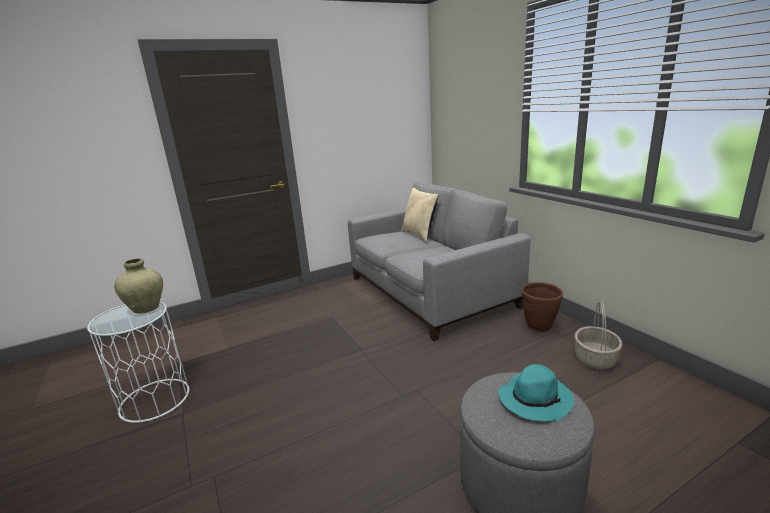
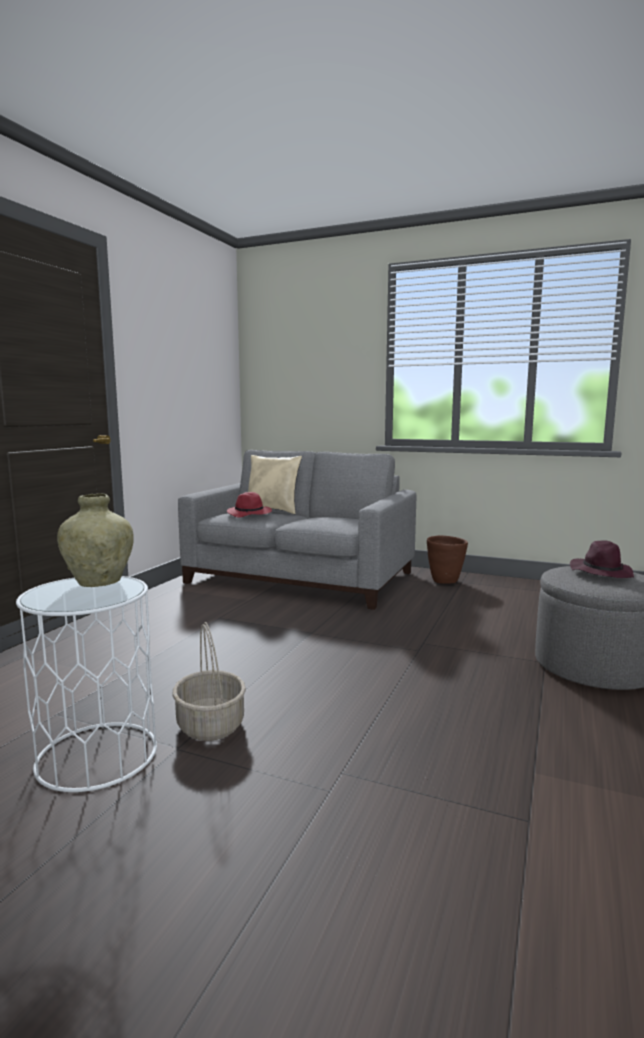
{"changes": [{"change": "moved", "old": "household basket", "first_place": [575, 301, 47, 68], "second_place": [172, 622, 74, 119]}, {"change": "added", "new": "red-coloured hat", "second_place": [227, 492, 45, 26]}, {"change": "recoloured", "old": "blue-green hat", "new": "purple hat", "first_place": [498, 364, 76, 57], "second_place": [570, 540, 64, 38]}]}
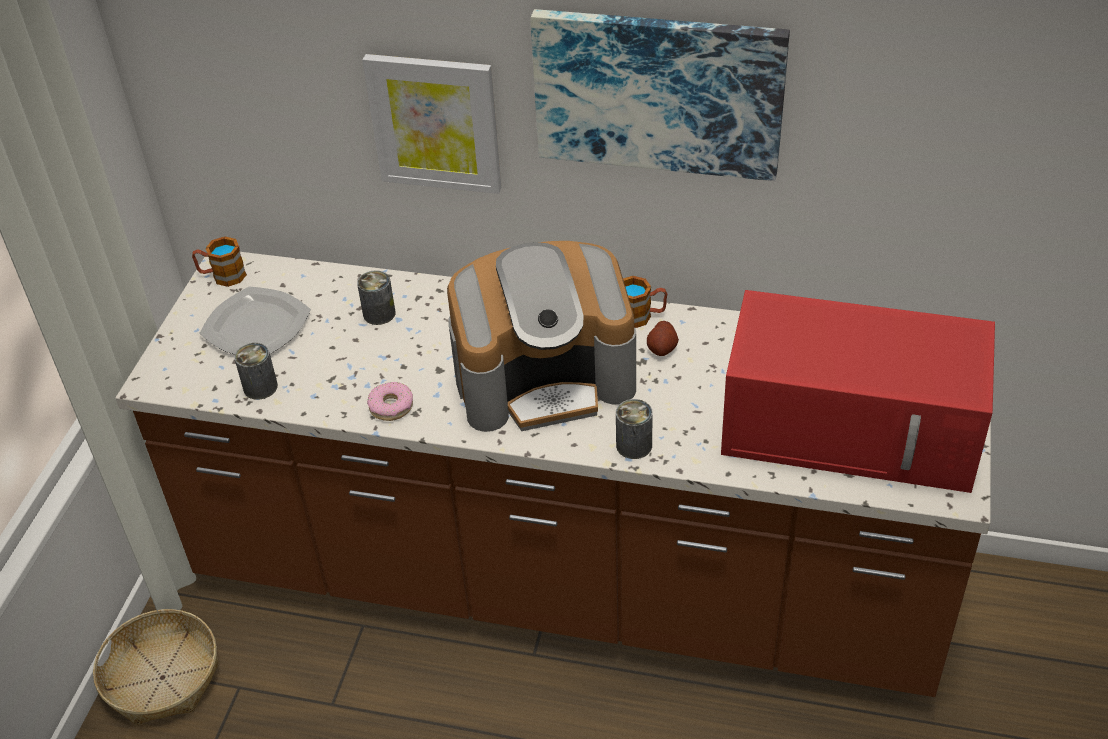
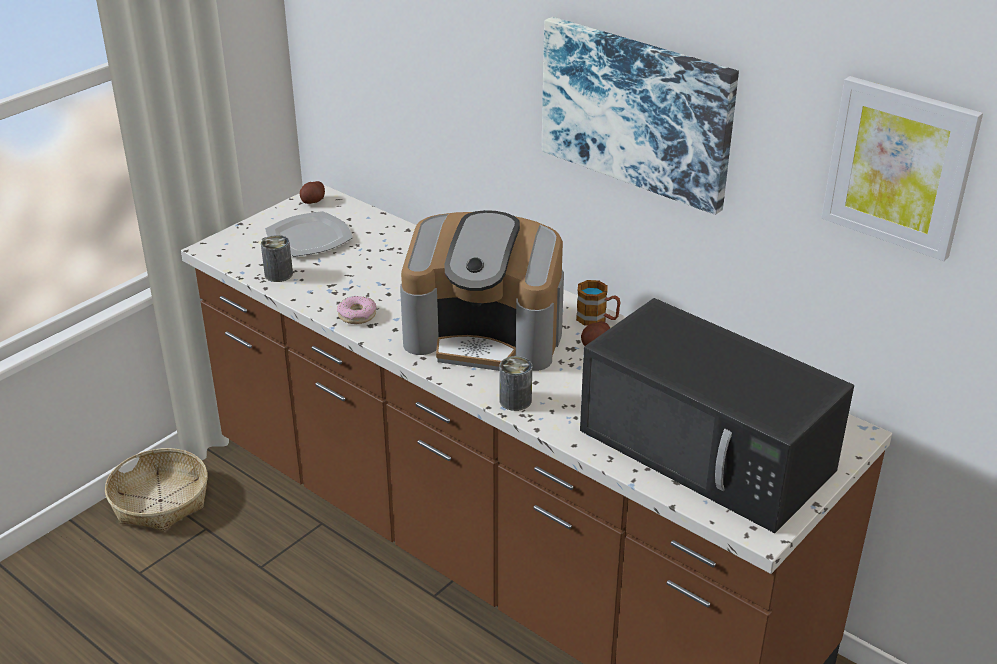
{"changes": [{"change": "replaced", "old": "tea mug", "new": "spud", "first_place": [192, 236, 55, 51], "second_place": [300, 181, 25, 23]}, {"change": "recoloured", "old": "red-coloured kitchen microwave", "new": "blackish kitchen microwave", "first_place": [721, 290, 274, 203], "second_place": [580, 298, 274, 235]}, {"change": "moved", "old": "wall picture", "first_place": [362, 54, 139, 140], "second_place": [821, 76, 162, 185]}, {"change": "removed", "old": "can", "first_place": [357, 270, 39, 55]}]}
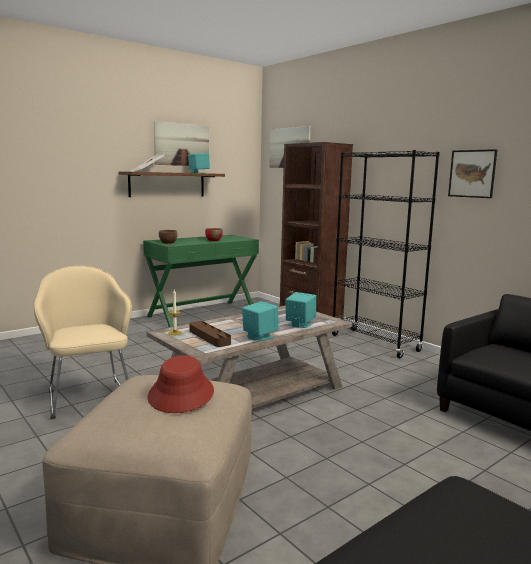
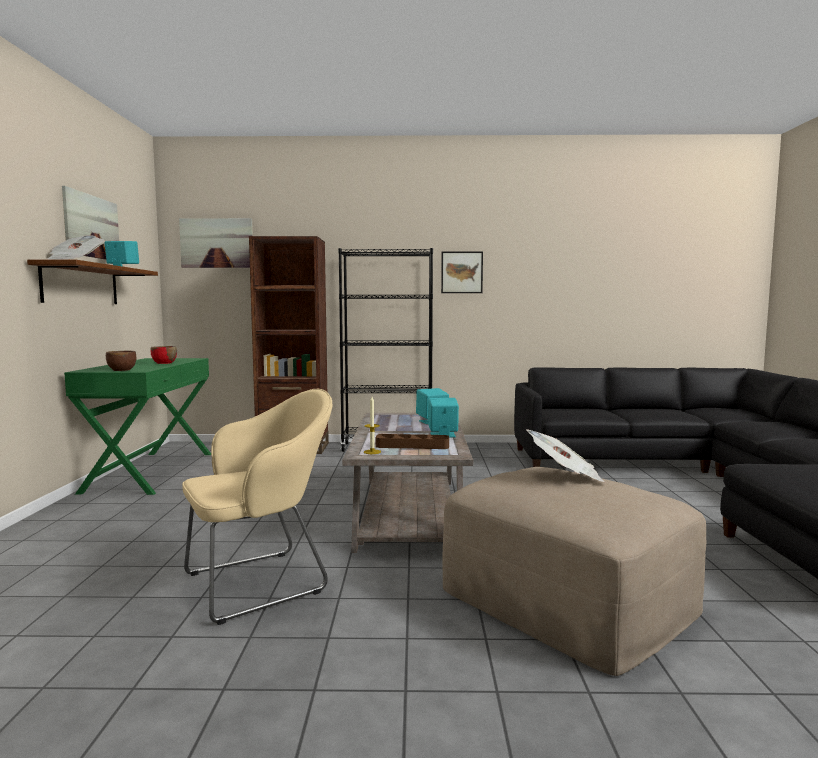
{"changes": [{"change": "turned", "old": "beige easy chair", "first_place": [34, 266, 98, 153], "second_place": [182, 389, 150, 236], "degrees": 135}, {"change": "replaced", "old": "red-coloured hat", "new": "printed paper", "first_place": [148, 355, 66, 58], "second_place": [526, 429, 78, 53]}]}
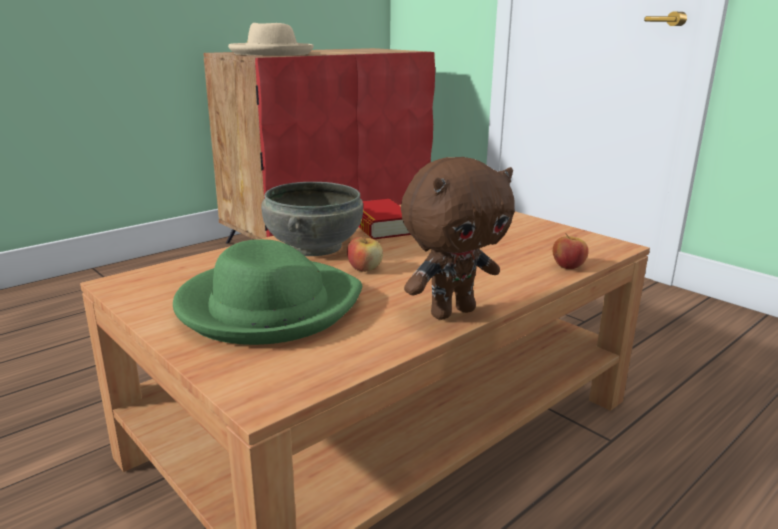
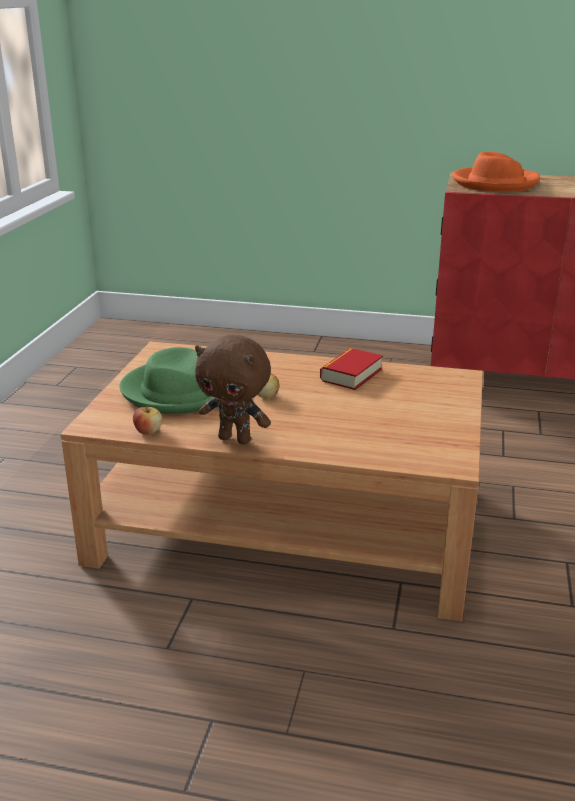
{"changes": [{"change": "moved", "old": "apple", "first_place": [553, 233, 36, 36], "second_place": [133, 404, 29, 31]}, {"change": "recoloured", "old": "beige hat", "new": "orange hat", "first_place": [228, 23, 85, 33], "second_place": [453, 152, 87, 40]}, {"change": "removed", "old": "gray deep dish", "first_place": [261, 182, 102, 74]}]}
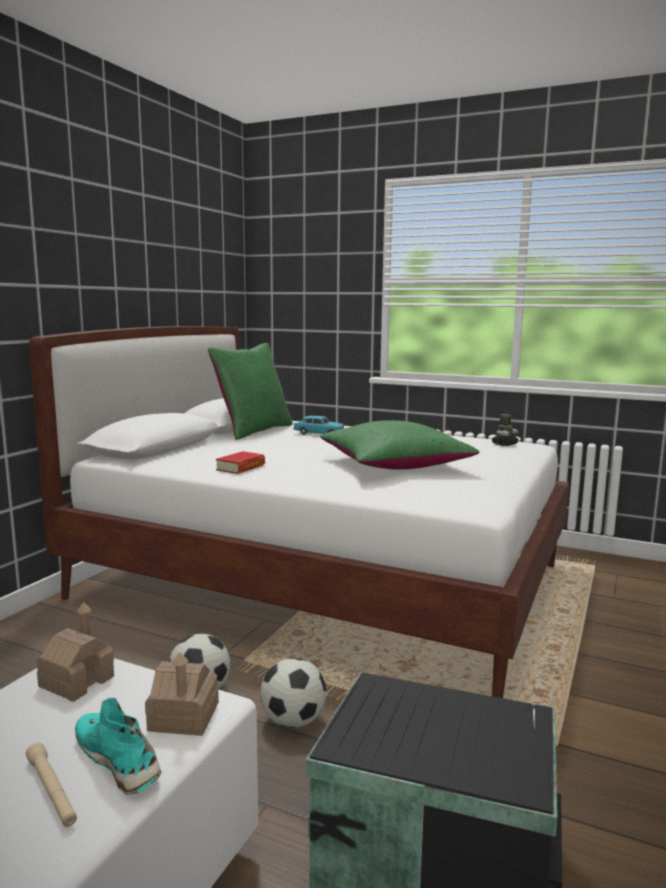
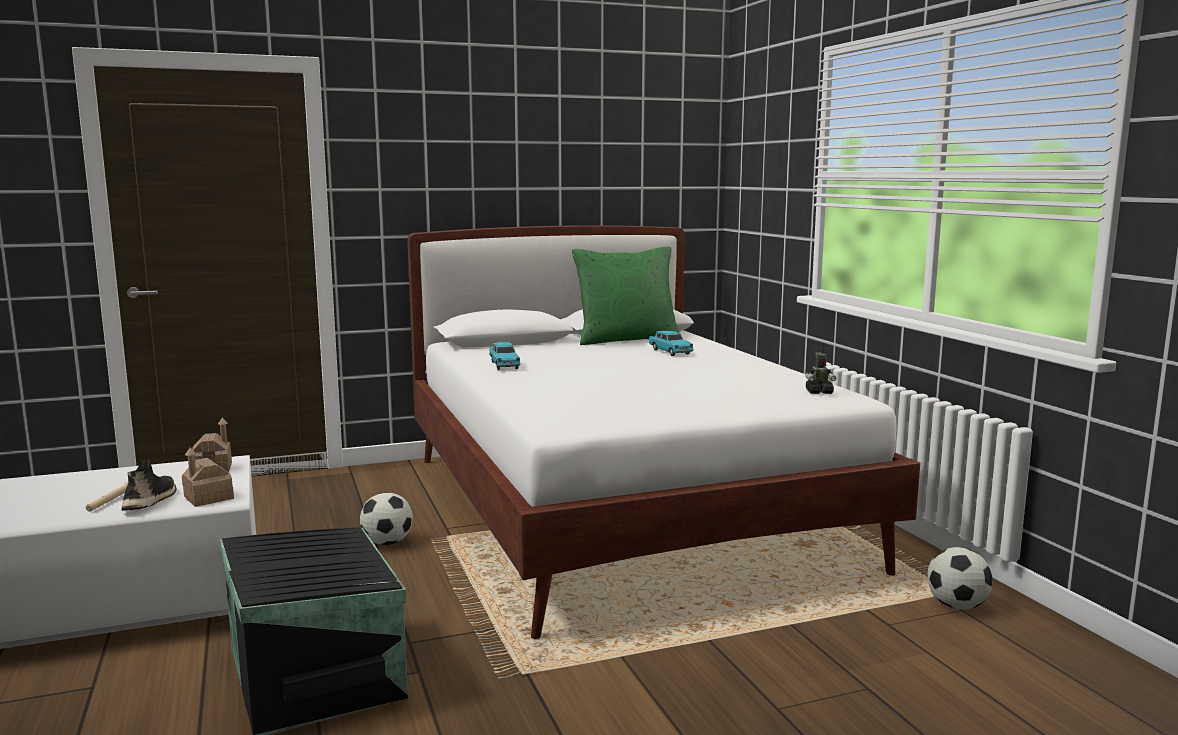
{"changes": [{"change": "recoloured", "old": "blue-green item of footwear", "new": "blackish item of footwear", "first_place": [75, 698, 86, 97], "second_place": [121, 460, 55, 50]}, {"change": "replaced", "old": "bound book", "new": "blue-green toy car", "first_place": [216, 451, 49, 23], "second_place": [489, 342, 31, 28]}, {"change": "moved", "old": "football", "first_place": [260, 658, 66, 70], "second_place": [927, 547, 66, 63]}, {"change": "removed", "old": "green pillow", "first_place": [320, 420, 160, 50]}]}
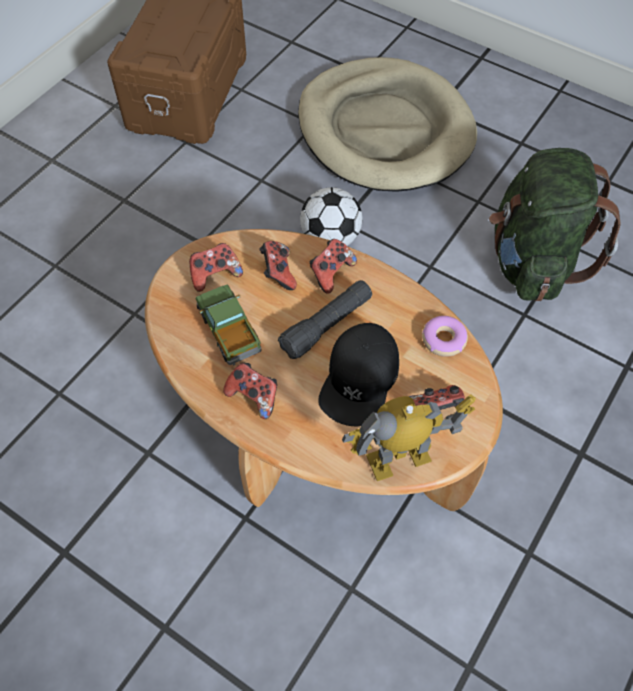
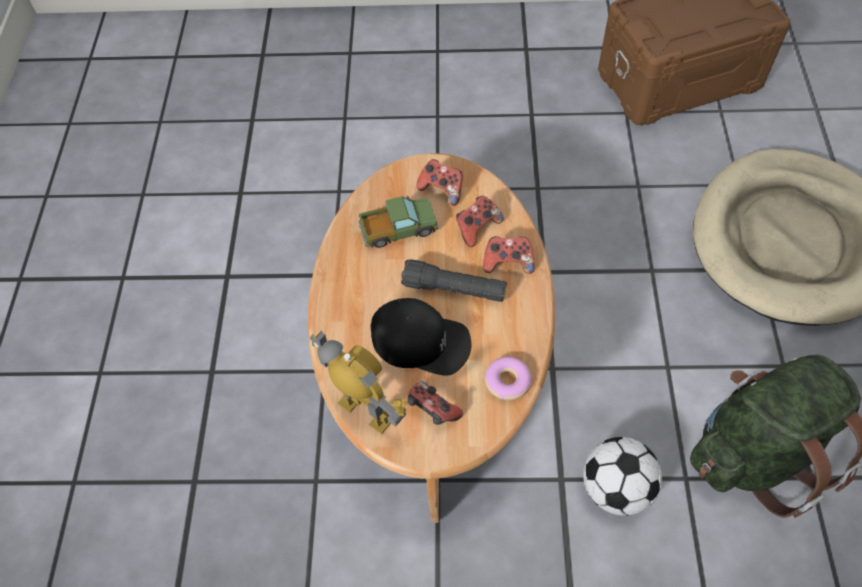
{"changes": [{"change": "turned", "old": "model truck", "first_place": [195, 285, 67, 80], "second_place": [359, 196, 79, 52], "degrees": 45}, {"change": "turned", "old": "blackish peaked cap", "first_place": [318, 323, 81, 103], "second_place": [371, 298, 101, 77], "degrees": -150}, {"change": "moved", "old": "football", "first_place": [300, 187, 62, 59], "second_place": [583, 437, 79, 79]}, {"change": "removed", "old": "gamepad", "first_place": [223, 363, 54, 56]}]}
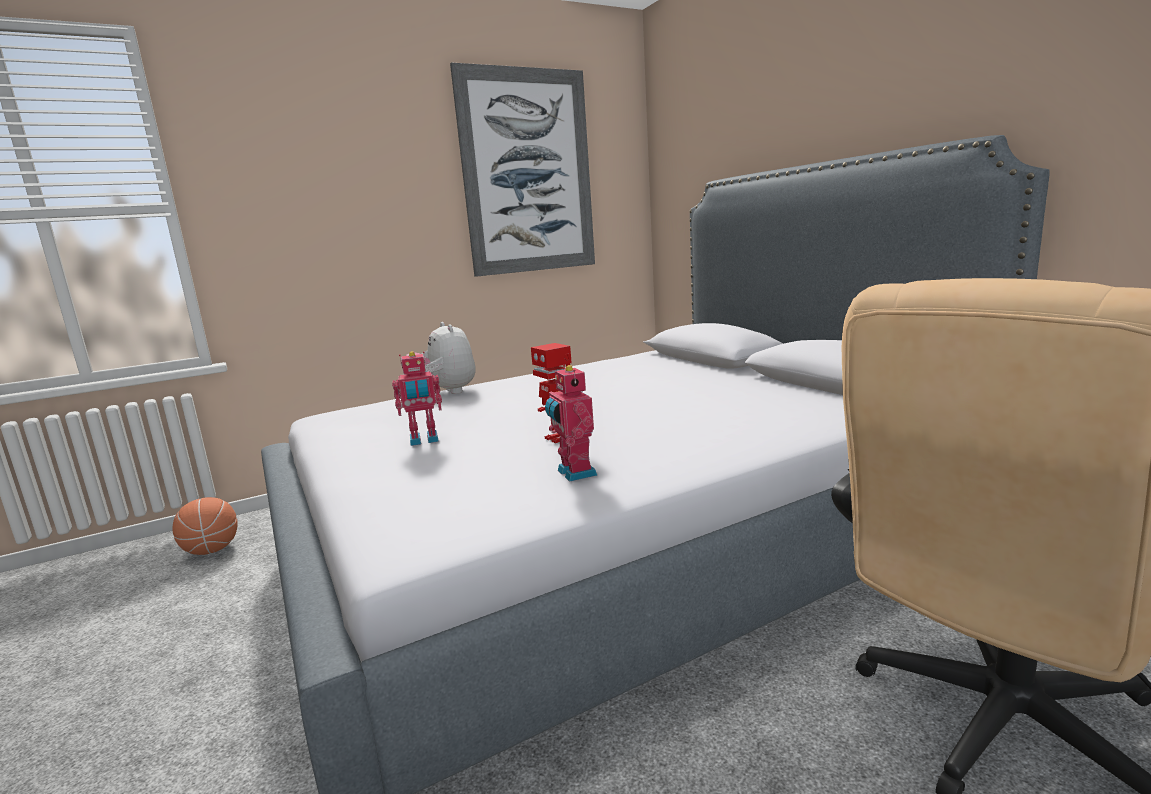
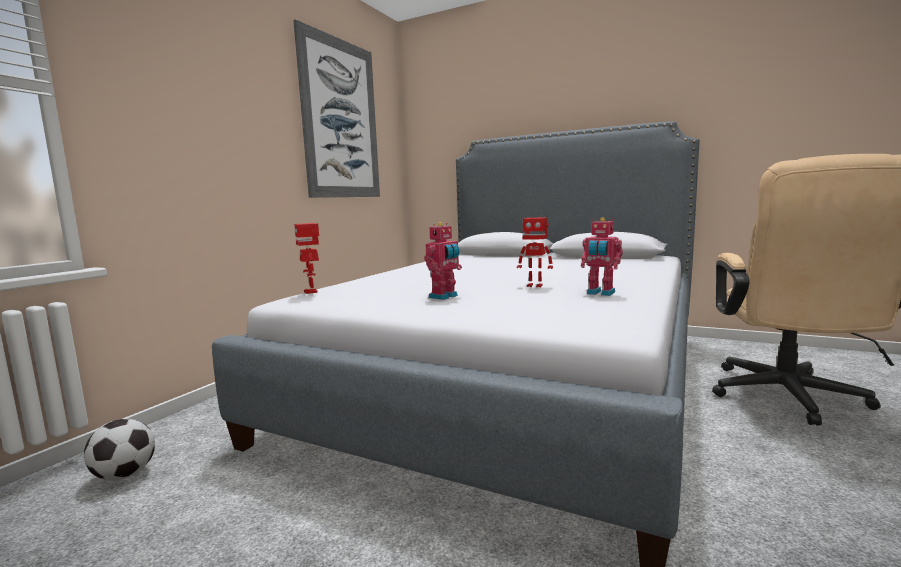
{"changes": [{"change": "replaced", "old": "ball for basketball", "new": "football", "first_place": [172, 497, 66, 58], "second_place": [84, 419, 71, 62]}, {"change": "added", "new": "model robot", "second_place": [294, 223, 25, 71]}, {"change": "removed", "old": "soft toy", "first_place": [406, 322, 70, 72]}]}
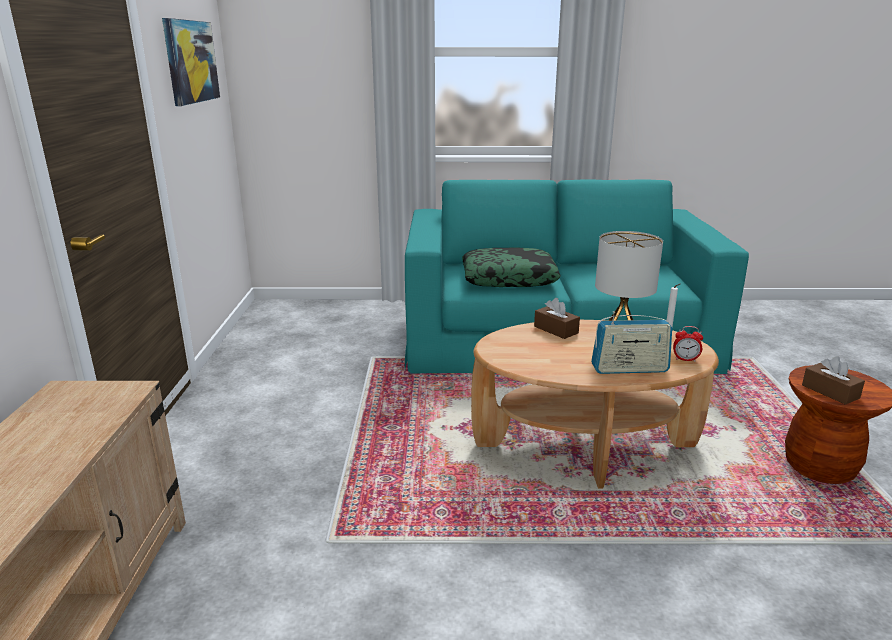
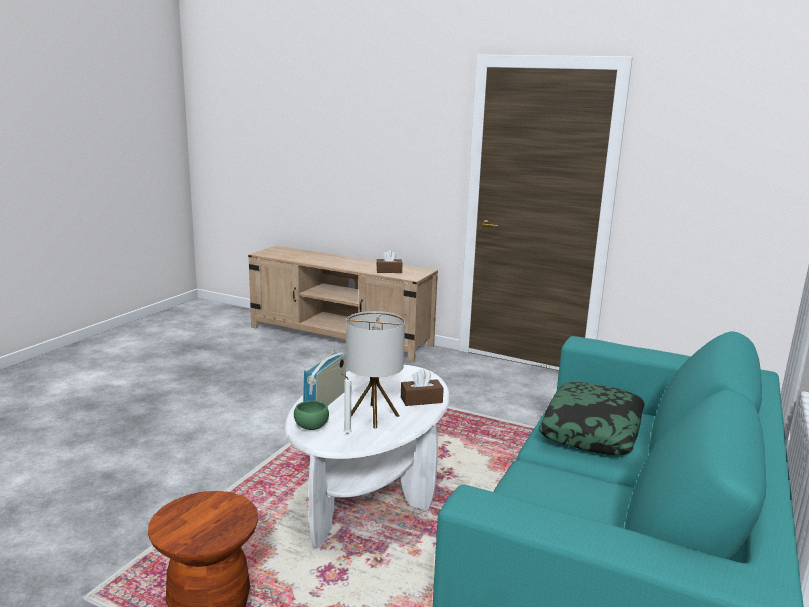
{"changes": [{"change": "recoloured", "old": "brownish coffee table", "new": "white-coloured coffee table", "first_place": [471, 320, 248, 169], "second_place": [284, 365, 166, 184]}, {"change": "replaced", "old": "alarm clock", "new": "green deep dish", "first_place": [673, 326, 30, 36], "second_place": [294, 400, 35, 30]}, {"change": "moved", "old": "brownish tissue box", "first_place": [802, 356, 63, 49], "second_place": [376, 250, 27, 23]}, {"change": "removed", "old": "wall picture", "first_place": [162, 18, 58, 88]}]}
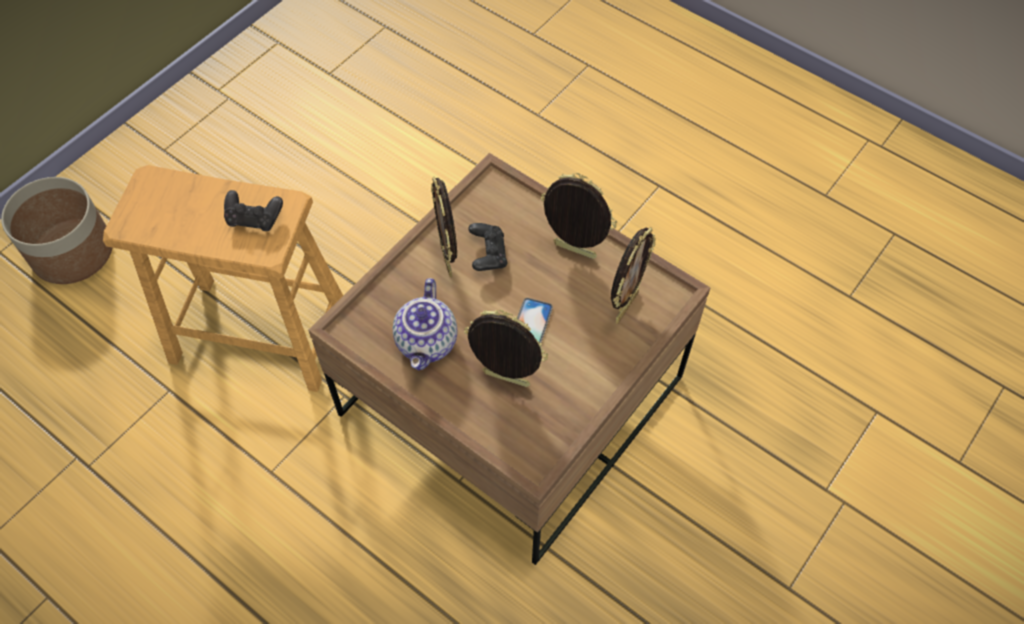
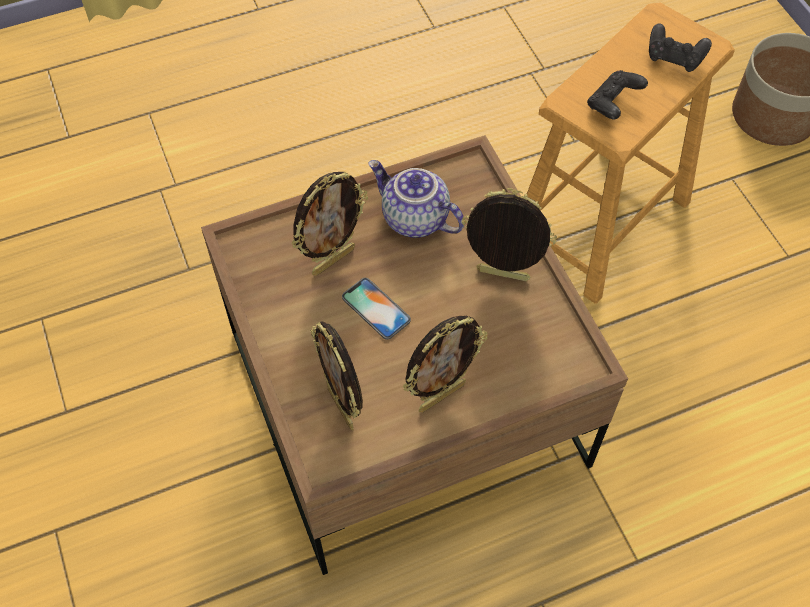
{"changes": [{"change": "moved", "old": "blackish gamepad", "first_place": [468, 223, 39, 48], "second_place": [649, 24, 63, 48]}]}
